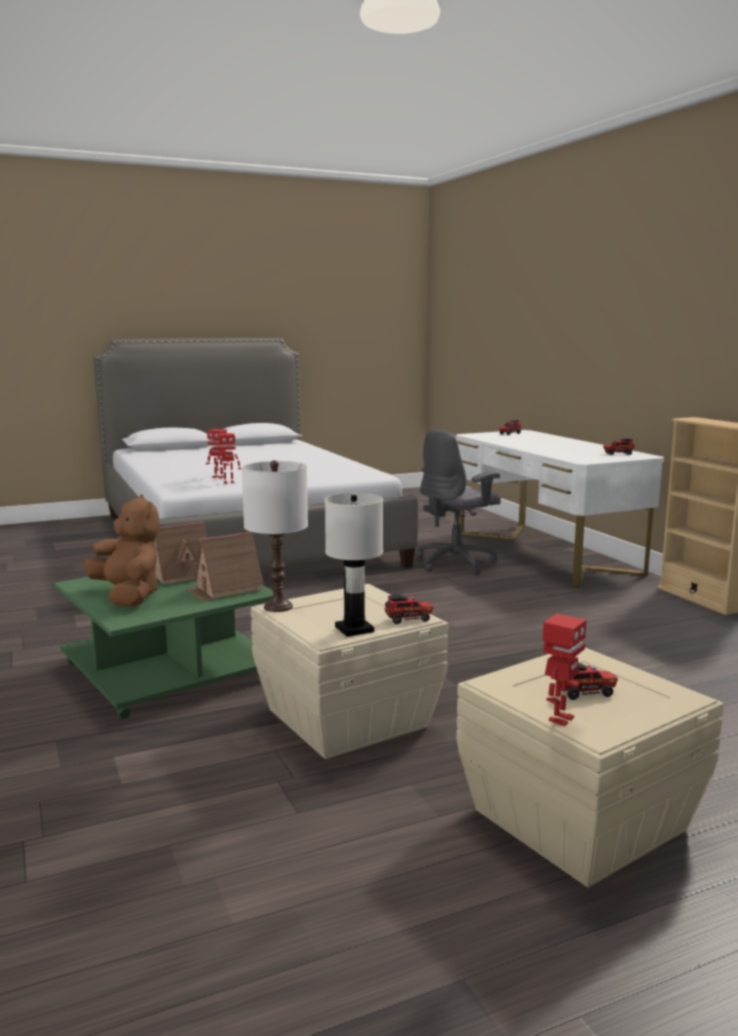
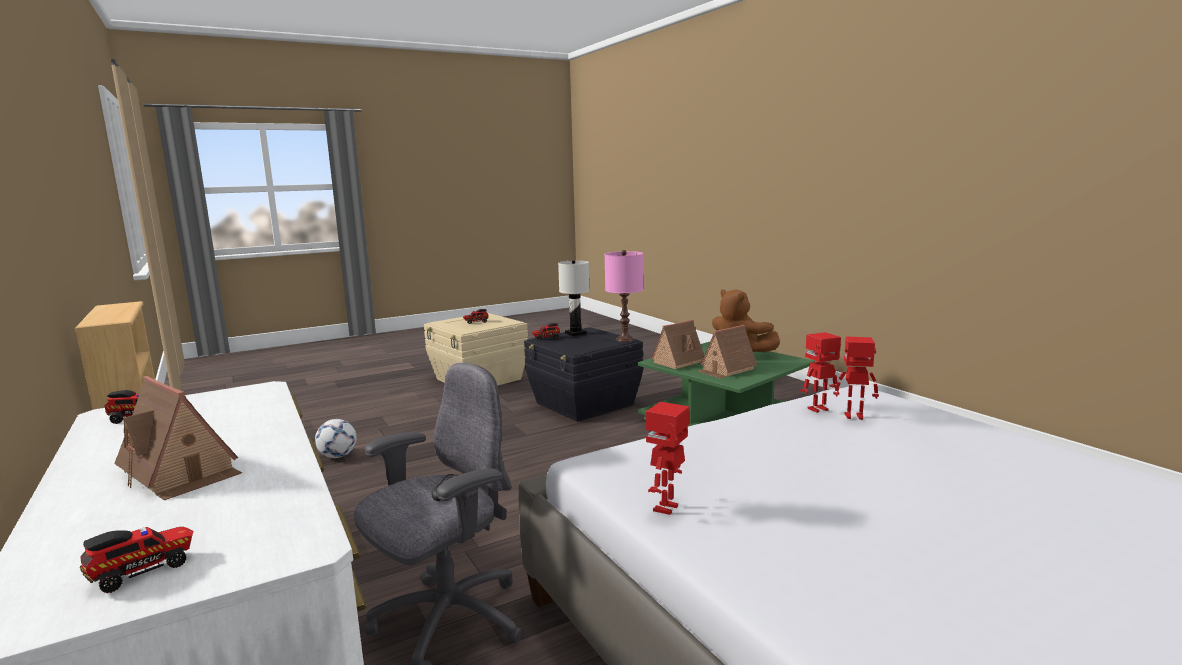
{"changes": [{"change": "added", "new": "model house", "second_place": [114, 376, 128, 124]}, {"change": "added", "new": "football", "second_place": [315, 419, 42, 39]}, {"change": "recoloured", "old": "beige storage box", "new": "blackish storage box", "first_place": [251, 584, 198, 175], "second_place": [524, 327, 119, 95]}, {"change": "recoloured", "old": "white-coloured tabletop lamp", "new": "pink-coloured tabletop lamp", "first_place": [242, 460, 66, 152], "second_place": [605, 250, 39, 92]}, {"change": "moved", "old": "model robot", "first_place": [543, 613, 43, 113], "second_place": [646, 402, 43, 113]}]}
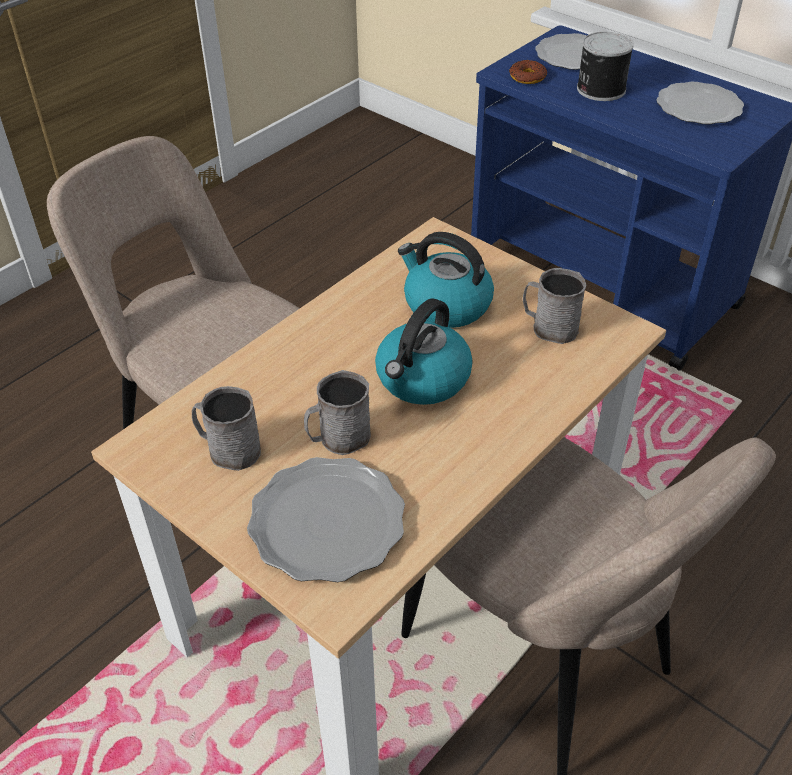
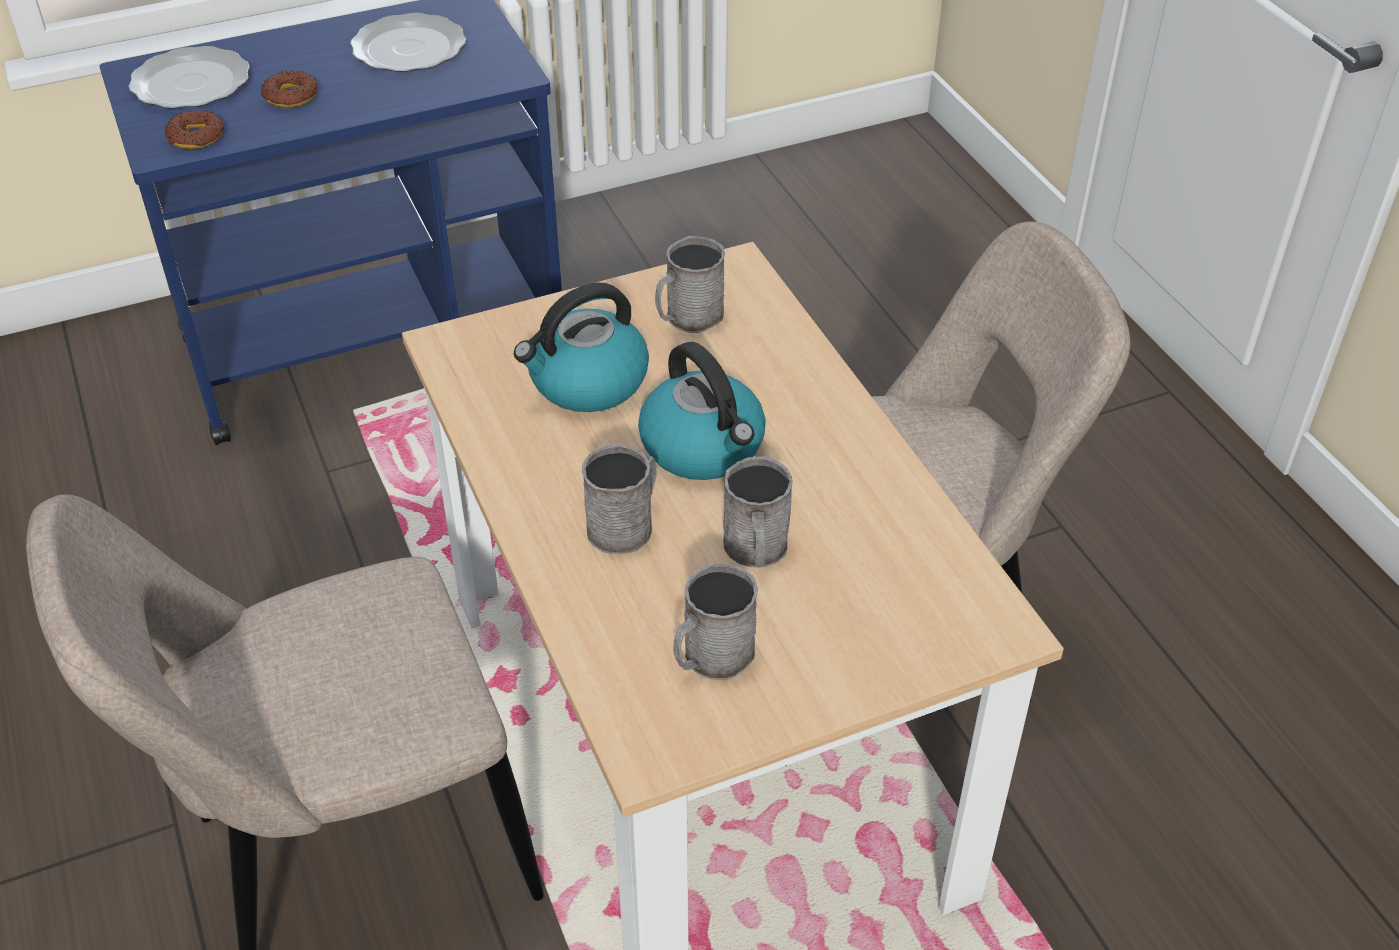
{"changes": [{"change": "replaced", "old": "can", "new": "donut", "first_place": [577, 32, 57, 69], "second_place": [261, 70, 57, 38]}, {"change": "added", "new": "gray tea mug", "second_place": [582, 444, 75, 110]}, {"change": "removed", "old": "flat dish", "first_place": [247, 457, 158, 125]}]}
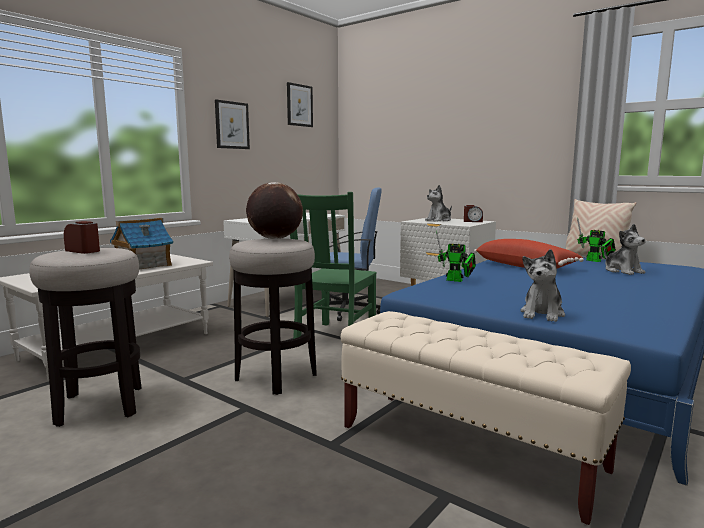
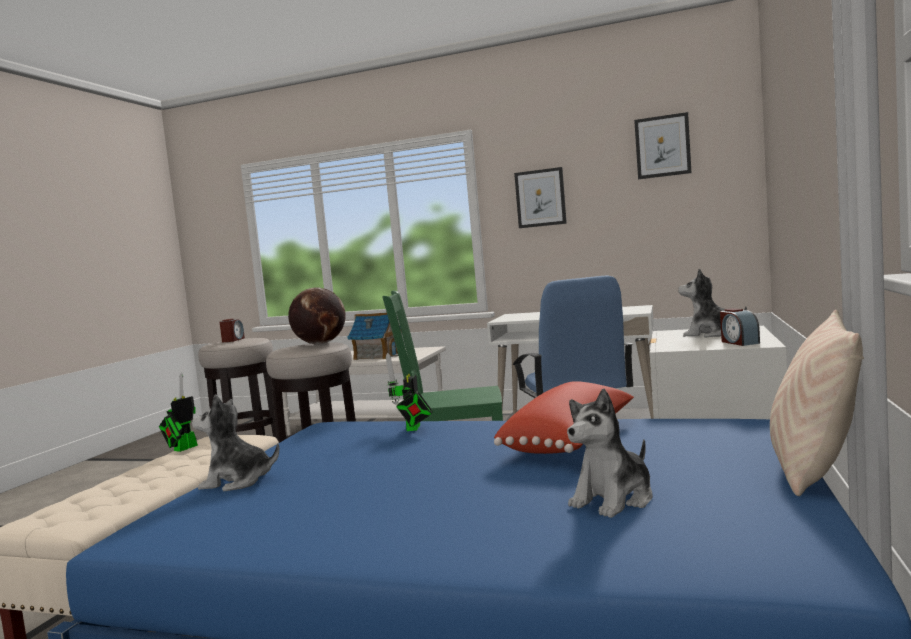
{"changes": [{"change": "moved", "old": "model robot", "first_place": [577, 218, 39, 44], "second_place": [159, 372, 39, 80]}]}
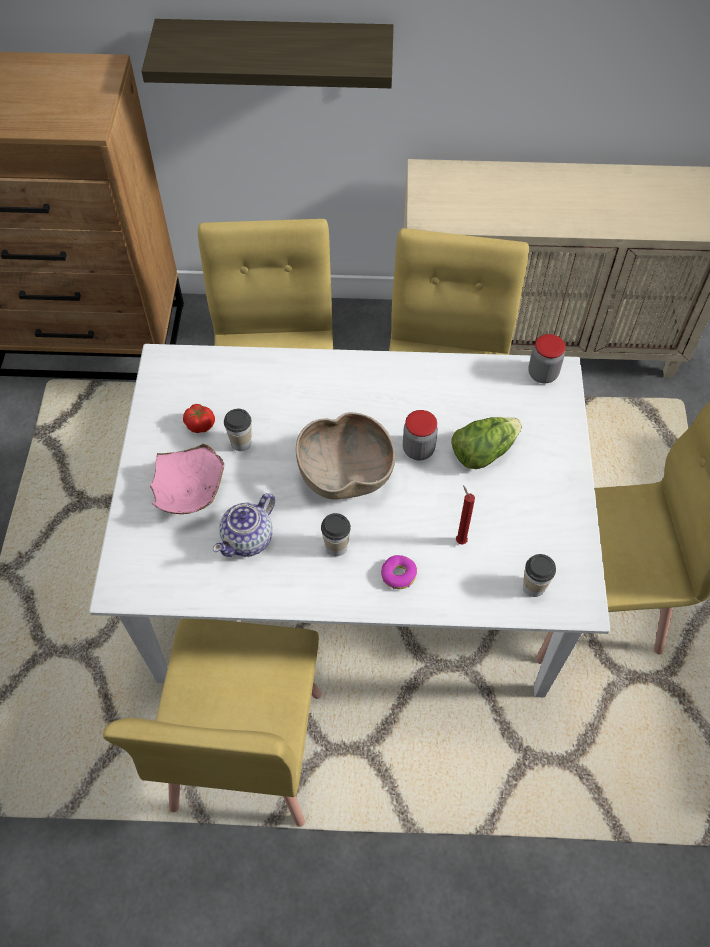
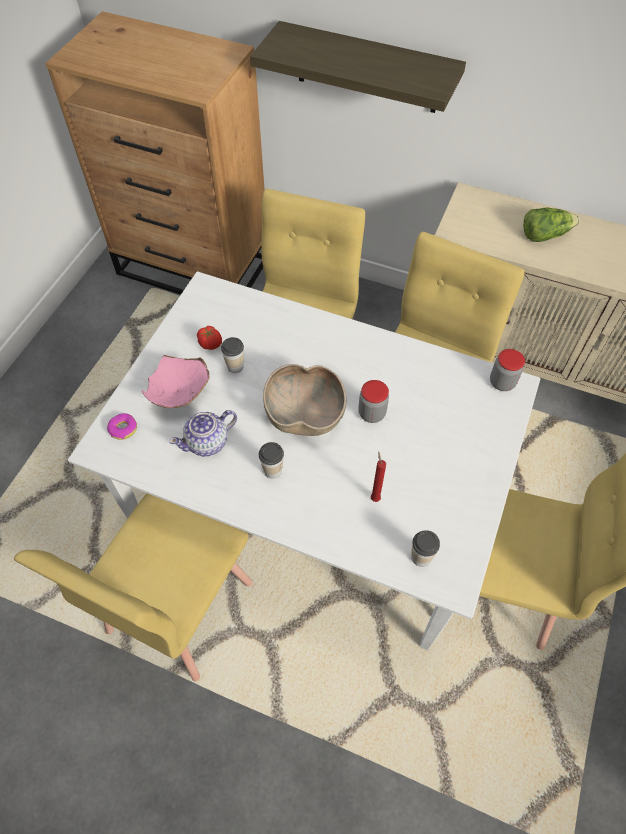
{"changes": [{"change": "moved", "old": "donut", "first_place": [381, 555, 36, 34], "second_place": [107, 413, 30, 27]}, {"change": "moved", "old": "lettuce", "first_place": [451, 417, 71, 52], "second_place": [523, 207, 57, 35]}]}
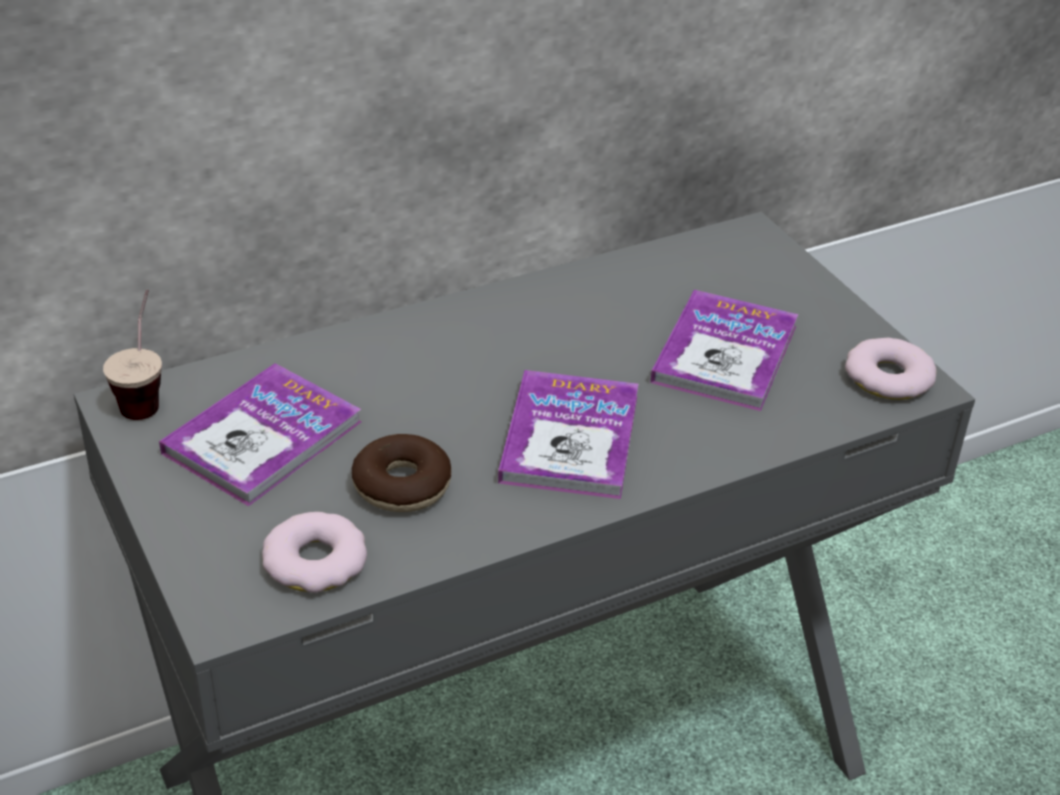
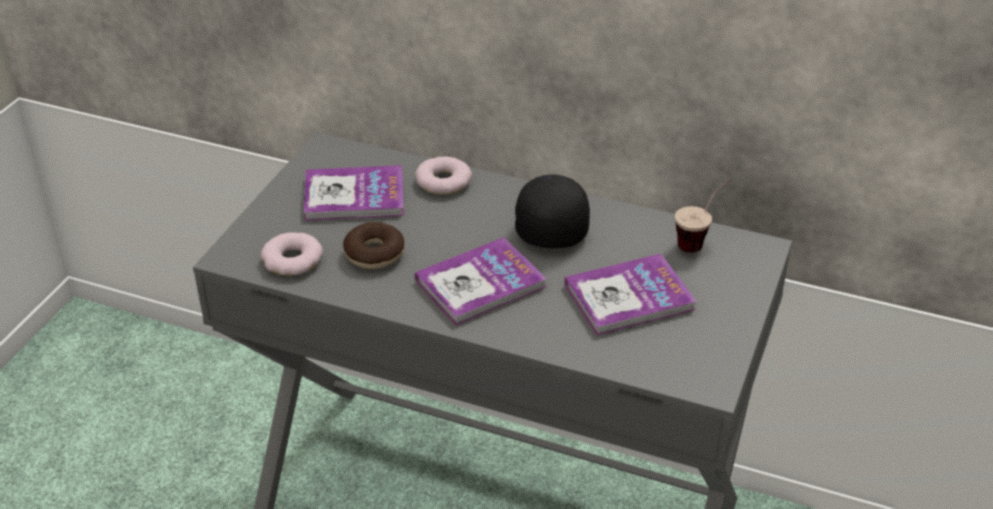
{"changes": [{"change": "moved", "old": "donut", "first_place": [845, 338, 92, 62], "second_place": [415, 157, 57, 38]}, {"change": "added", "new": "blackish peaked cap", "second_place": [515, 175, 75, 73]}, {"change": "moved", "old": "cup", "first_place": [103, 289, 59, 131], "second_place": [675, 179, 56, 74]}]}
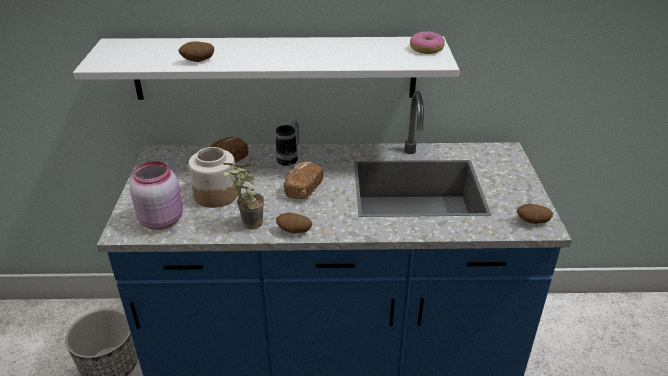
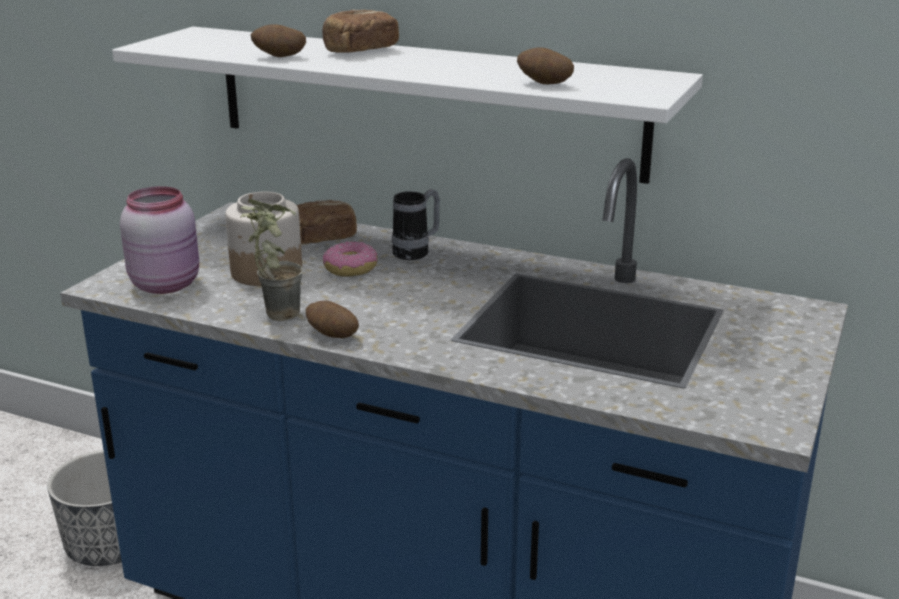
{"changes": [{"change": "moved", "old": "baked bread", "first_place": [283, 162, 41, 37], "second_place": [322, 10, 77, 43]}, {"change": "moved", "old": "donut", "first_place": [410, 31, 35, 23], "second_place": [323, 241, 54, 35]}, {"change": "moved", "old": "spud", "first_place": [517, 204, 36, 20], "second_place": [517, 48, 57, 36]}]}
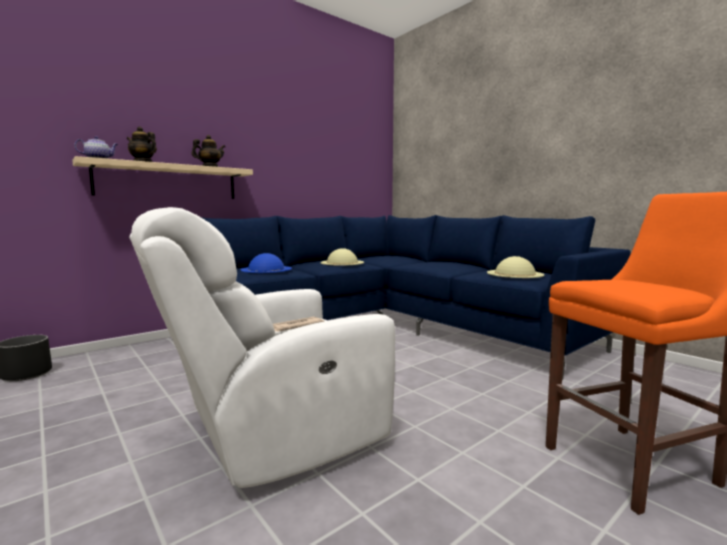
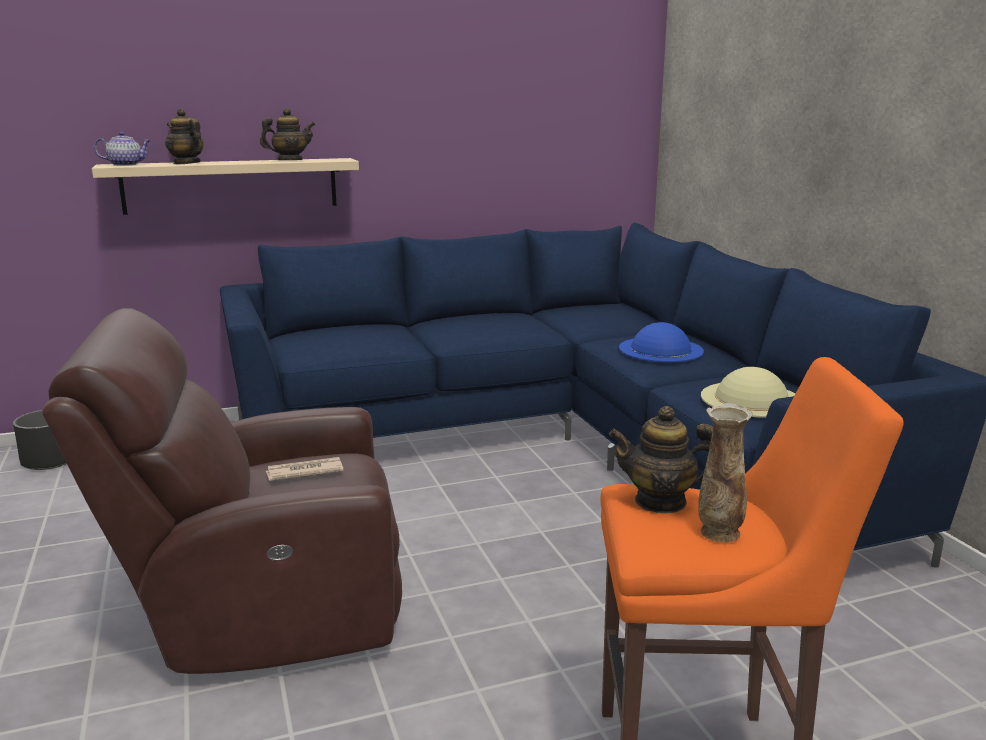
{"changes": [{"change": "recoloured", "old": "white-coloured easy chair", "new": "brownish easy chair", "first_place": [129, 207, 266, 281], "second_place": [42, 308, 360, 366]}, {"change": "added", "new": "tea pot", "second_place": [609, 406, 104, 107]}, {"change": "moved", "old": "blue hat", "first_place": [241, 253, 51, 20], "second_place": [619, 322, 85, 40]}, {"change": "added", "new": "flower vase", "second_place": [698, 403, 55, 139]}, {"change": "removed", "old": "beige hat", "first_place": [320, 248, 44, 18]}]}
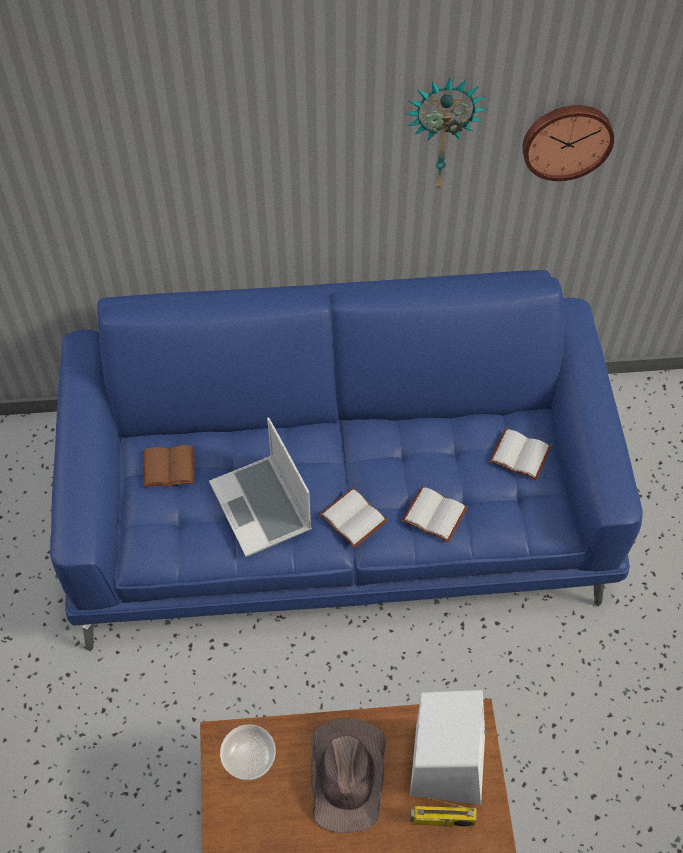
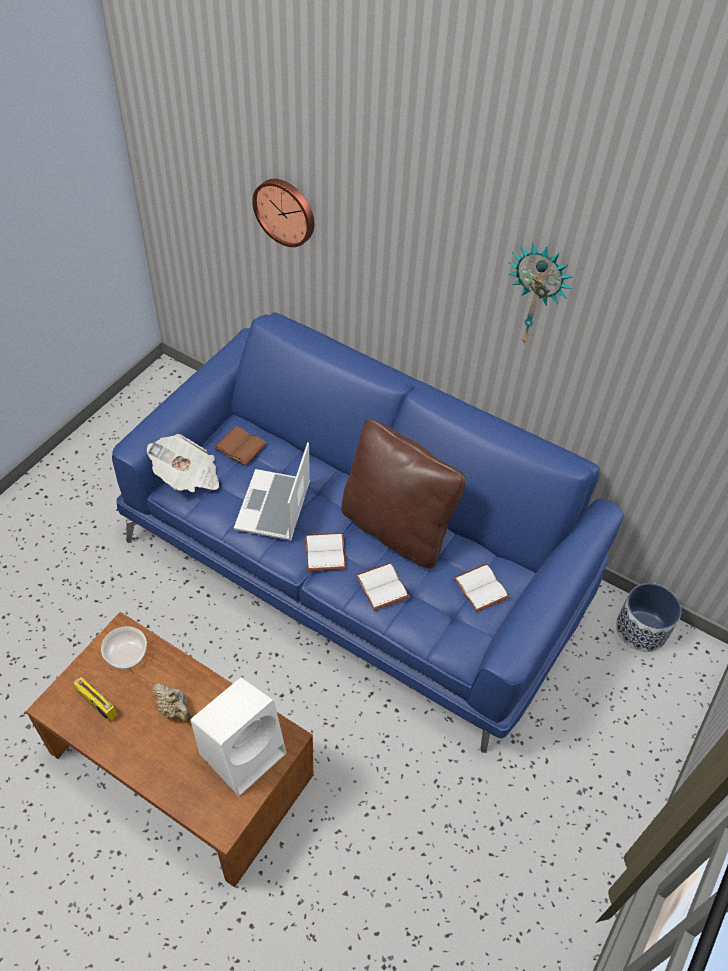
{"changes": [{"change": "moved", "old": "radio receiver", "first_place": [410, 797, 67, 30], "second_place": [74, 668, 43, 54]}, {"change": "added", "new": "printed paper", "second_place": [147, 434, 72, 58]}, {"change": "replaced", "old": "brownish hat", "new": "beige tea pot", "first_place": [311, 718, 75, 115], "second_place": [153, 683, 38, 39]}, {"change": "moved", "old": "wall clock", "first_place": [522, 105, 92, 76], "second_place": [252, 179, 62, 68]}, {"change": "added", "new": "brownish pillow", "second_place": [341, 419, 124, 150]}, {"change": "added", "new": "plant pot", "second_place": [616, 583, 65, 69]}]}
